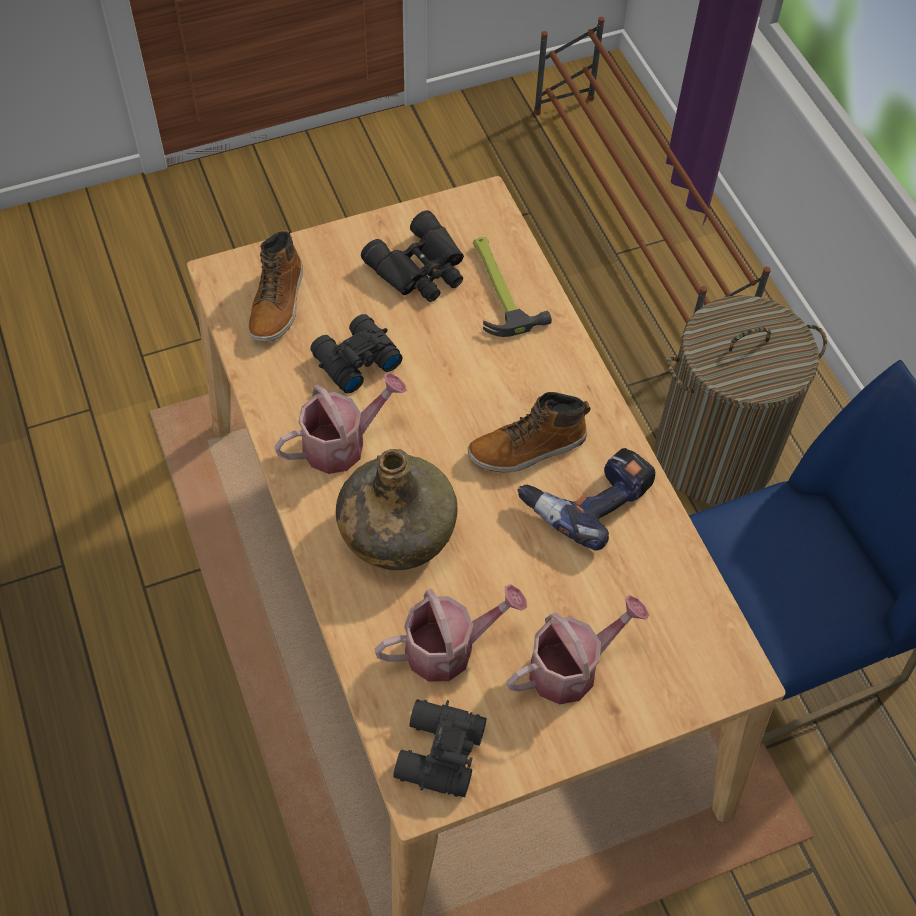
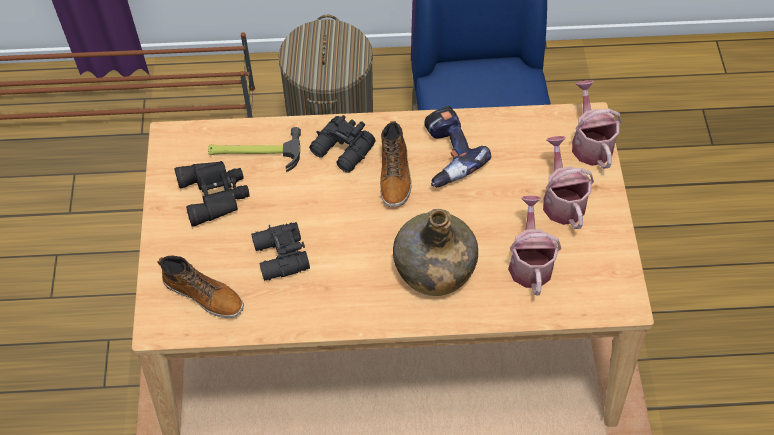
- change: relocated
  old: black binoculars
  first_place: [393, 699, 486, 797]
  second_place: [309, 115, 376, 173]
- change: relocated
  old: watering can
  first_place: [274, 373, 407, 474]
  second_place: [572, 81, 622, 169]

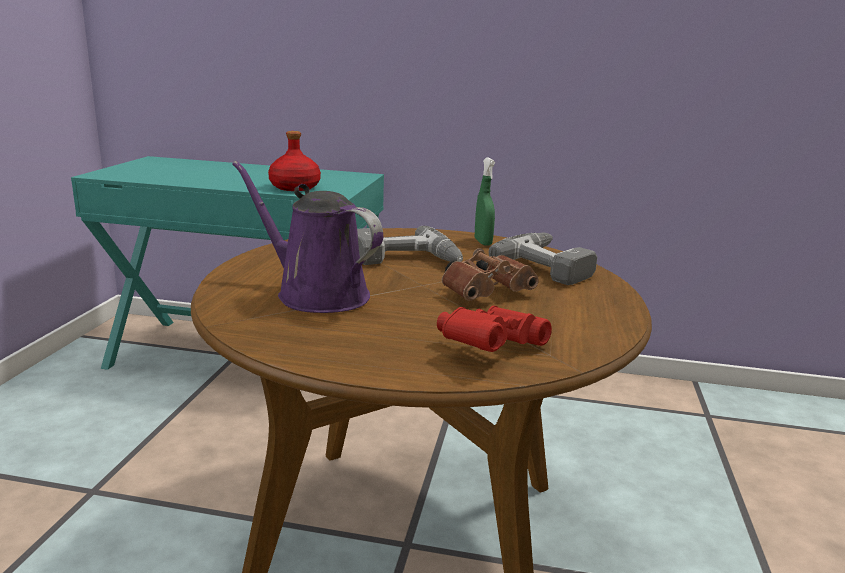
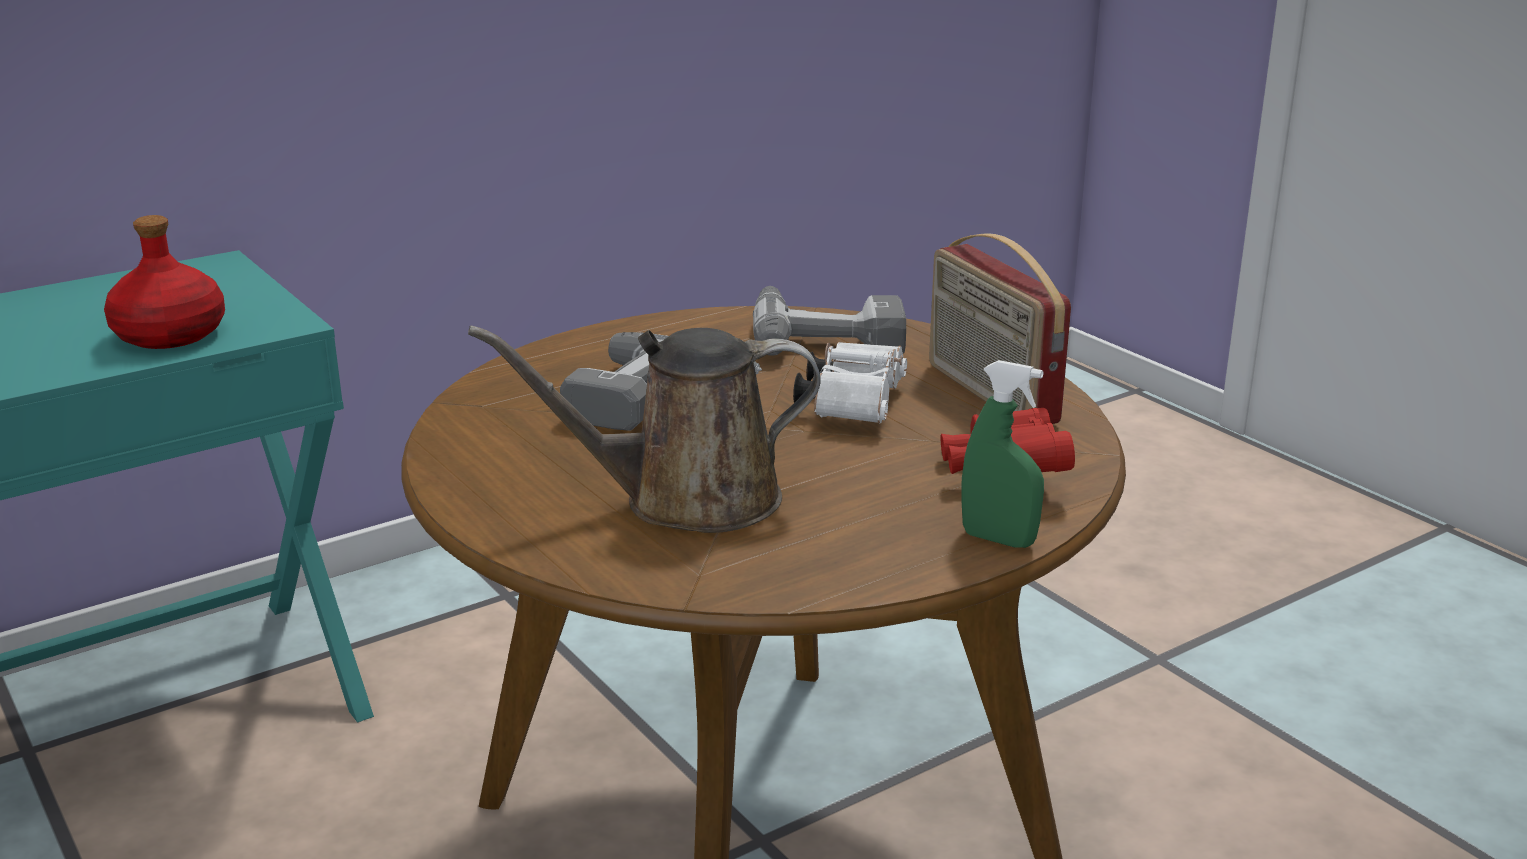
- change: colour
  old: purple watering can
  new: brown watering can
  first_place: [232, 161, 383, 313]
  second_place: [468, 325, 821, 533]
- change: colour
  old: brown binoculars
  new: white binoculars
  first_place: [442, 248, 539, 301]
  second_place: [793, 342, 907, 424]
- change: appeared
  new: radio
  second_place: [929, 233, 1071, 424]
- change: relocated
  old: green spray bottle
  first_place: [475, 157, 495, 246]
  second_place: [962, 360, 1044, 548]

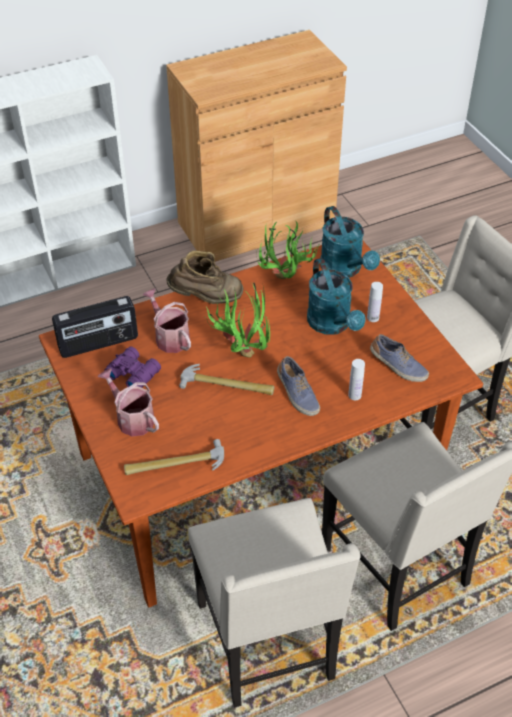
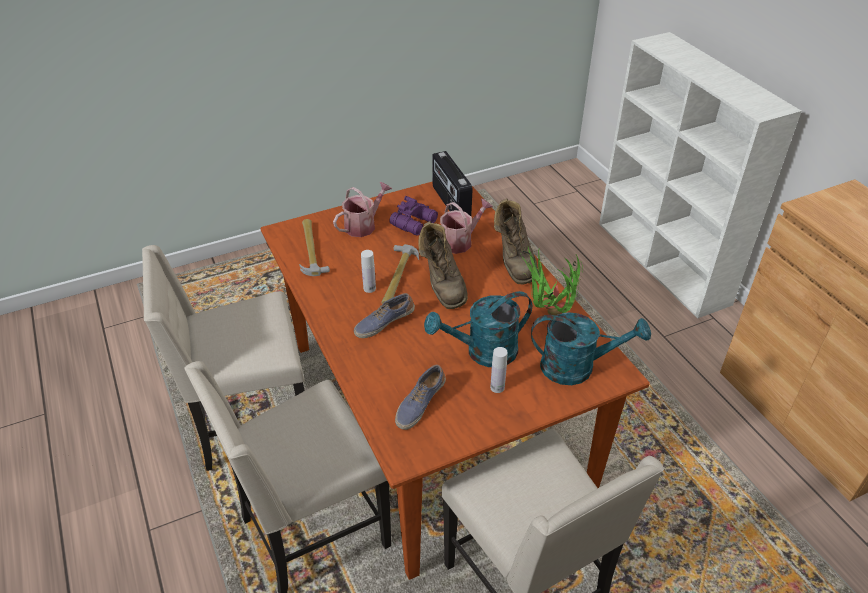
- change: relocated
  old: white bottle
  first_place: [348, 359, 365, 400]
  second_place: [361, 250, 376, 293]
- change: exchanged
  old: potted plant
  new: brown boot
  first_place: [204, 283, 270, 358]
  second_place: [418, 221, 468, 309]
- change: spun
  old: turquoise watering can
  first_place: [320, 206, 380, 278]
  second_place: [531, 312, 651, 385]
  degrees: -150

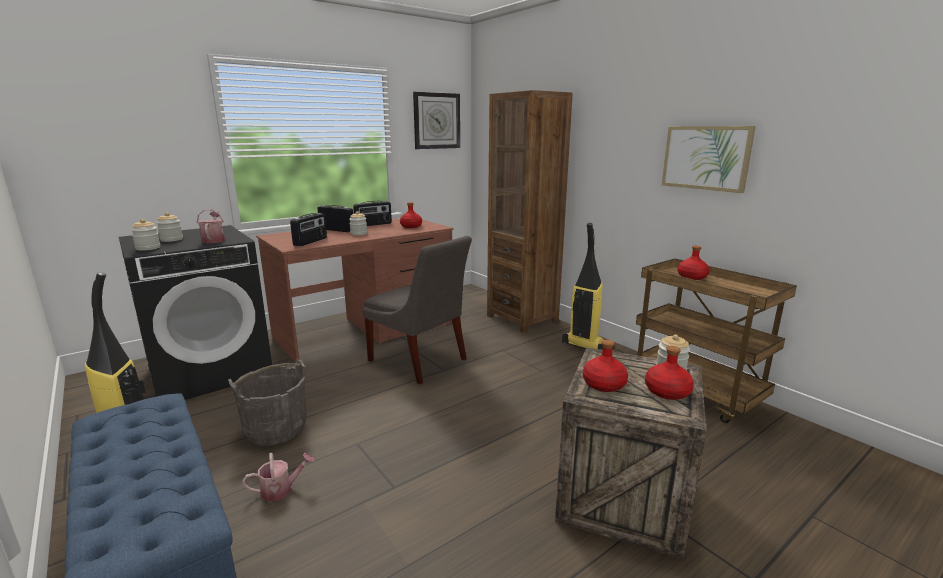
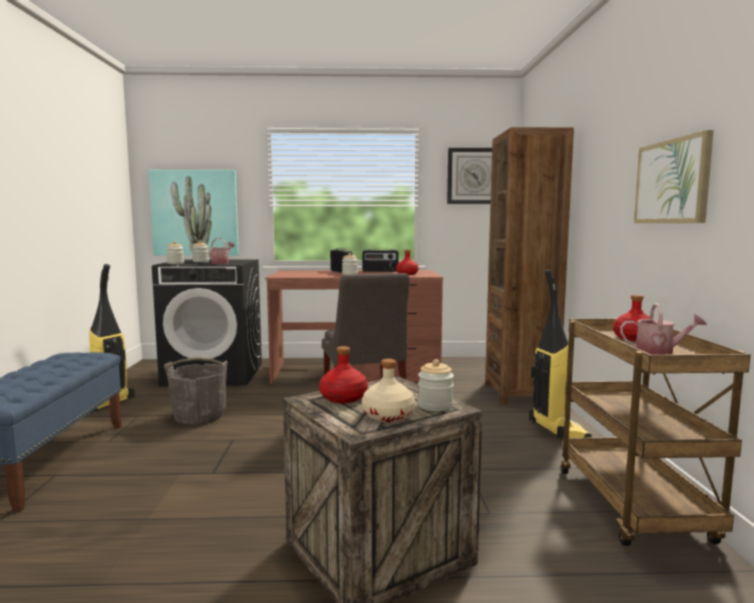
- change: appeared
  new: picture
  second_place: [148, 170, 239, 256]
- change: colour
  old: red bottle
  new: beige bottle
  first_place: [645, 346, 694, 400]
  second_place: [362, 359, 415, 422]
- change: relocated
  old: watering can
  first_place: [242, 453, 314, 501]
  second_place: [620, 303, 707, 355]
- change: missing
  old: radio
  first_place: [290, 213, 327, 246]

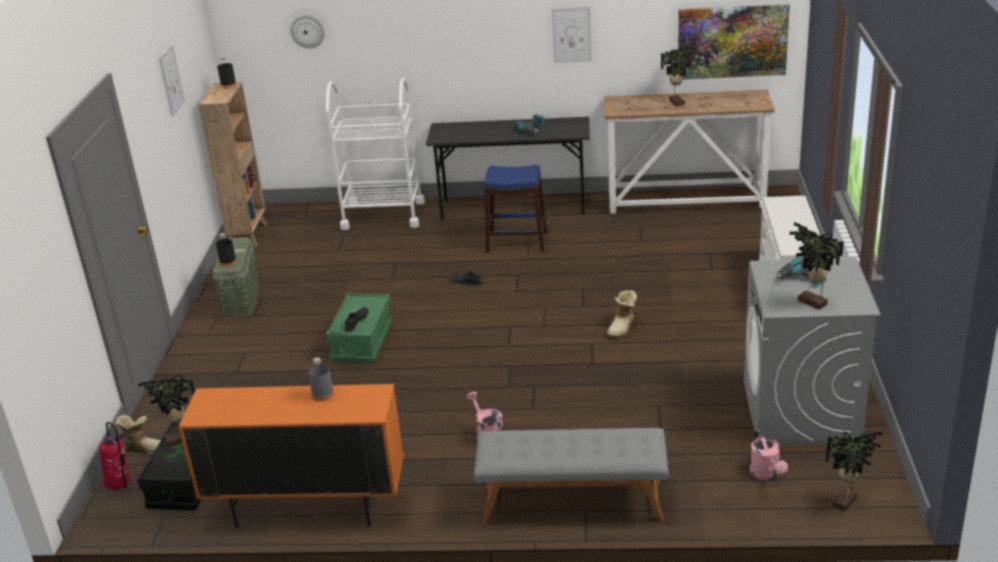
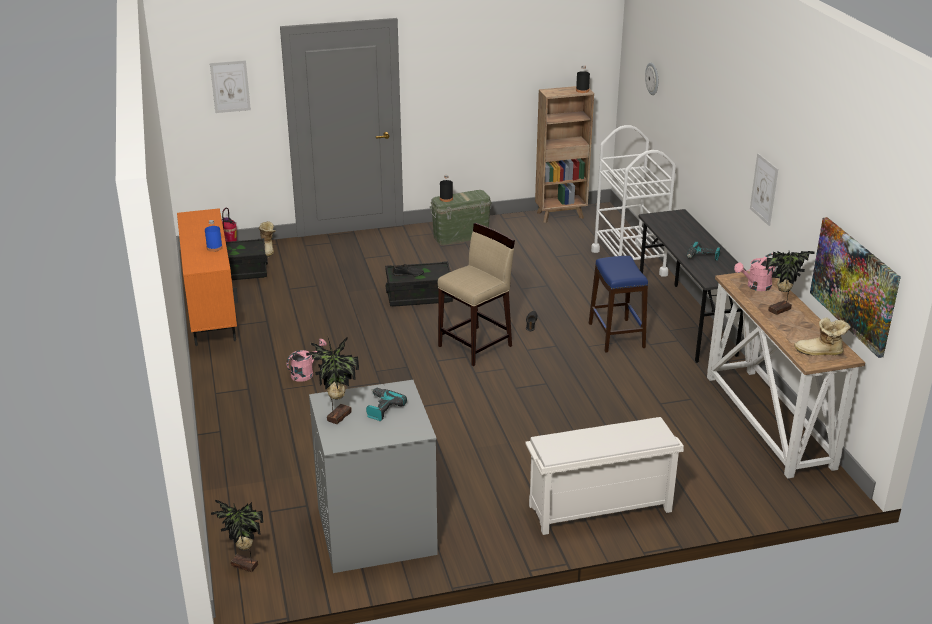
- change: colour
  old: grey bottle
  new: blue bottle
  first_place: [308, 357, 334, 401]
  second_place: [205, 220, 223, 252]
- change: relocated
  old: picture
  first_place: [159, 44, 185, 117]
  second_place: [210, 60, 251, 113]
- change: colour
  old: green storage box
  new: black storage box
  first_place: [326, 293, 392, 363]
  second_place: [385, 261, 453, 307]
- change: appeared
  new: beige stool
  second_place: [438, 223, 515, 366]
- change: relocated
  old: pink watering can
  first_place: [750, 430, 788, 480]
  second_place: [734, 253, 776, 291]
- change: relocated
  old: boot
  first_place: [607, 290, 637, 338]
  second_place: [794, 317, 851, 356]
- change: missing
  old: potted plant
  first_place: [138, 373, 195, 447]
- change: missing
  old: grey bench
  first_place: [474, 428, 669, 524]

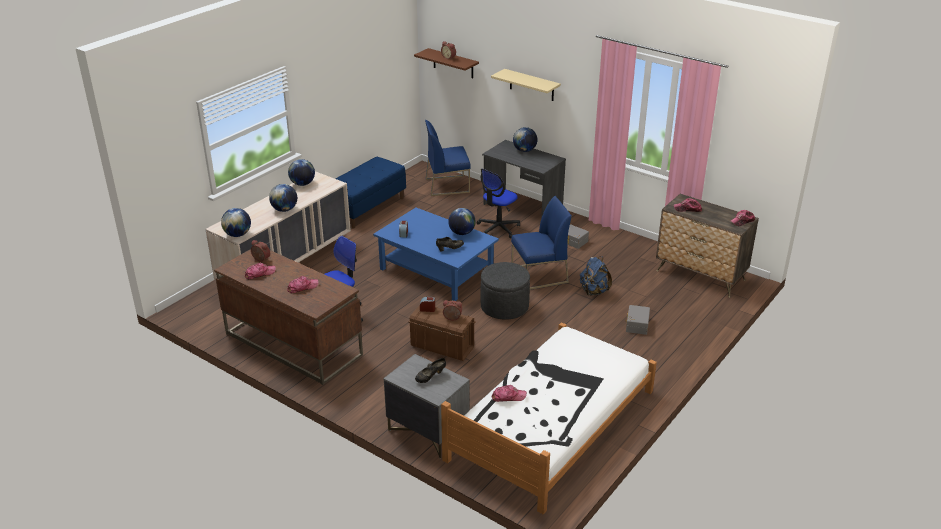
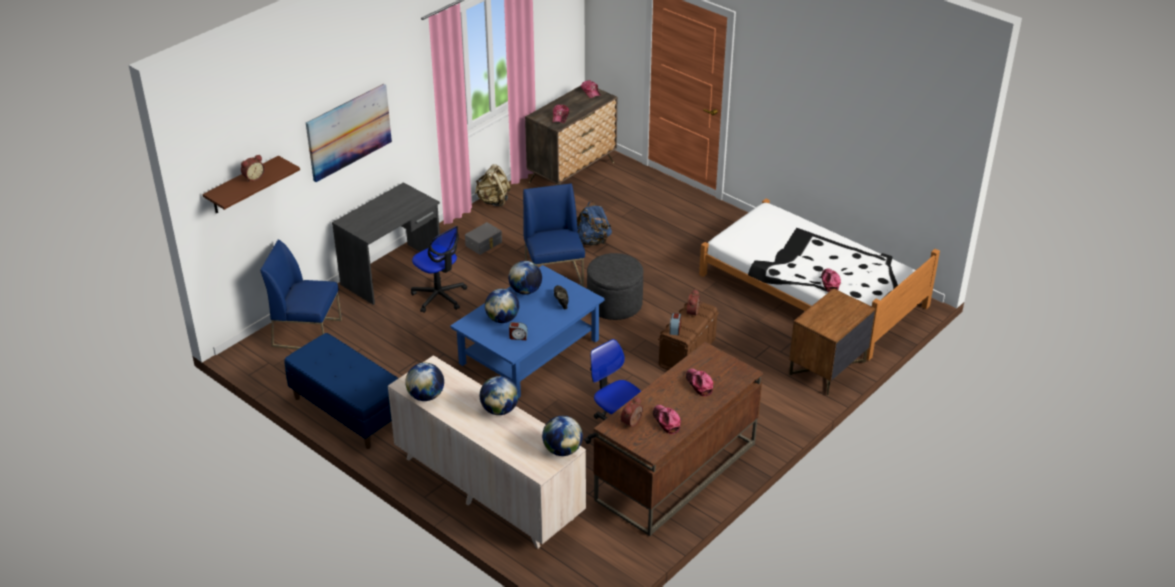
- change: spun
  old: blue chair
  first_place: [425, 120, 471, 196]
  second_place: [260, 240, 342, 350]
  degrees: 105
- change: exchanged
  old: beige shelf
  new: picture
  first_place: [491, 69, 561, 101]
  second_place: [306, 84, 392, 182]
- change: appeared
  new: beige backpack
  second_place: [475, 164, 511, 207]
- change: relocated
  old: globe
  first_place: [513, 127, 537, 152]
  second_place: [485, 289, 519, 323]
- change: colour
  old: grey nightstand
  new: brown nightstand
  first_place: [383, 354, 470, 458]
  second_place: [789, 288, 876, 395]
- change: missing
  old: black shoe
  first_place: [415, 358, 446, 383]
- change: missing
  old: grey storage box
  first_place: [625, 305, 650, 335]

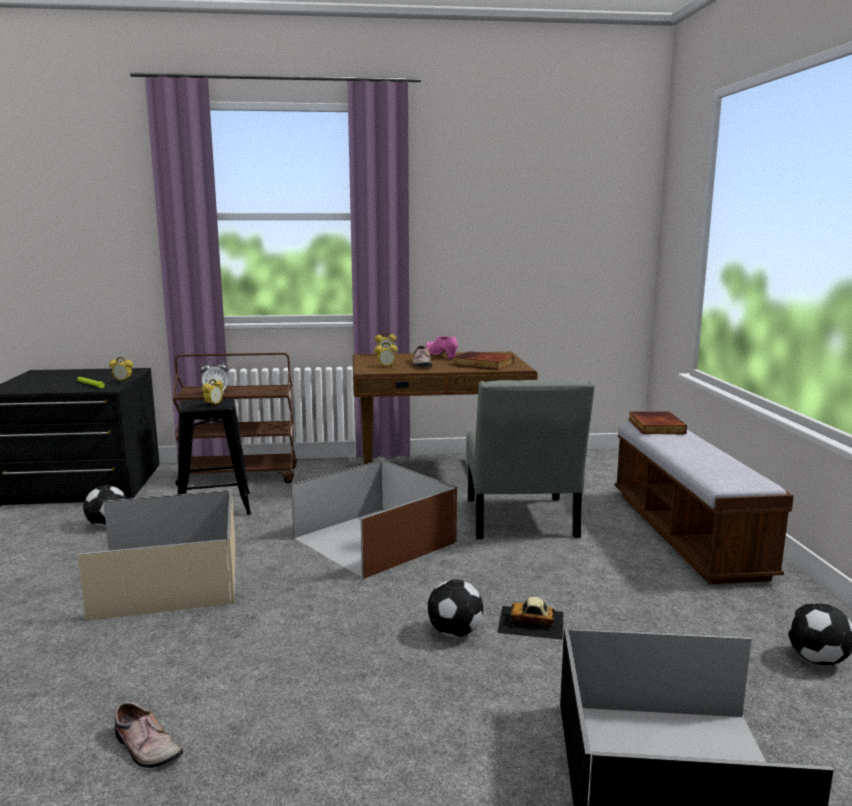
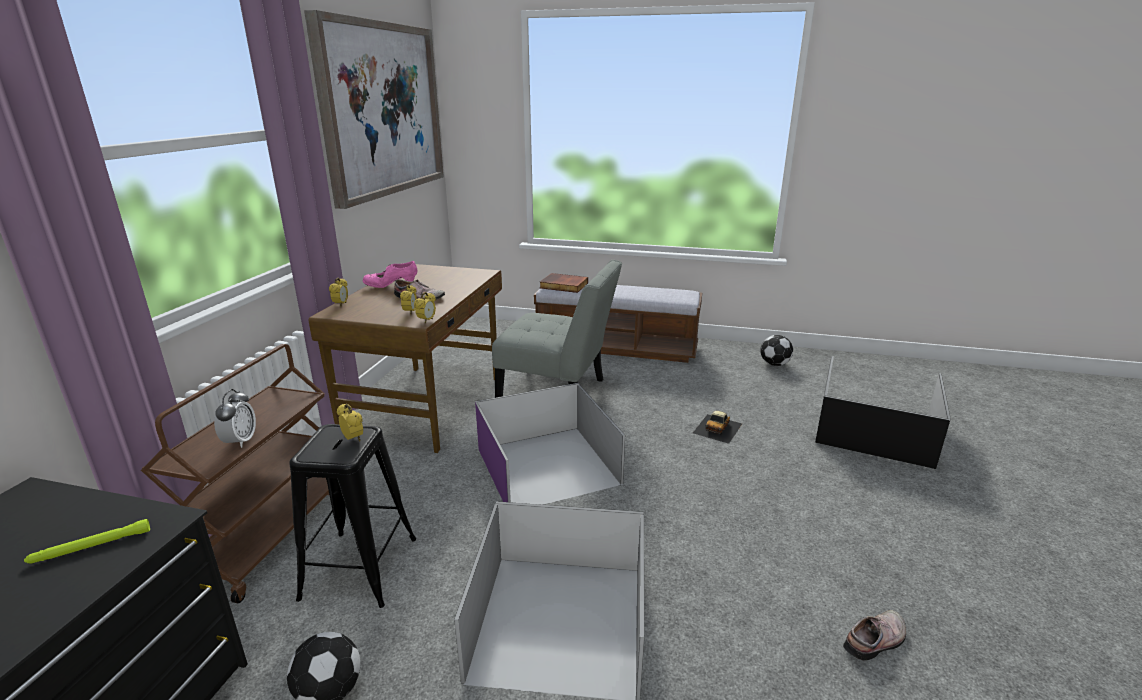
- change: appeared
  new: picture
  second_place: [304, 10, 444, 209]
- change: relocated
  old: alarm clock
  first_place: [109, 357, 133, 382]
  second_place: [414, 292, 436, 323]
- change: colour
  old: brown storage box
  new: purple storage box
  first_place: [291, 460, 457, 579]
  second_place: [475, 383, 625, 505]
- change: missing
  old: football
  first_place: [427, 579, 483, 637]
- change: missing
  old: book
  first_place: [452, 351, 514, 370]

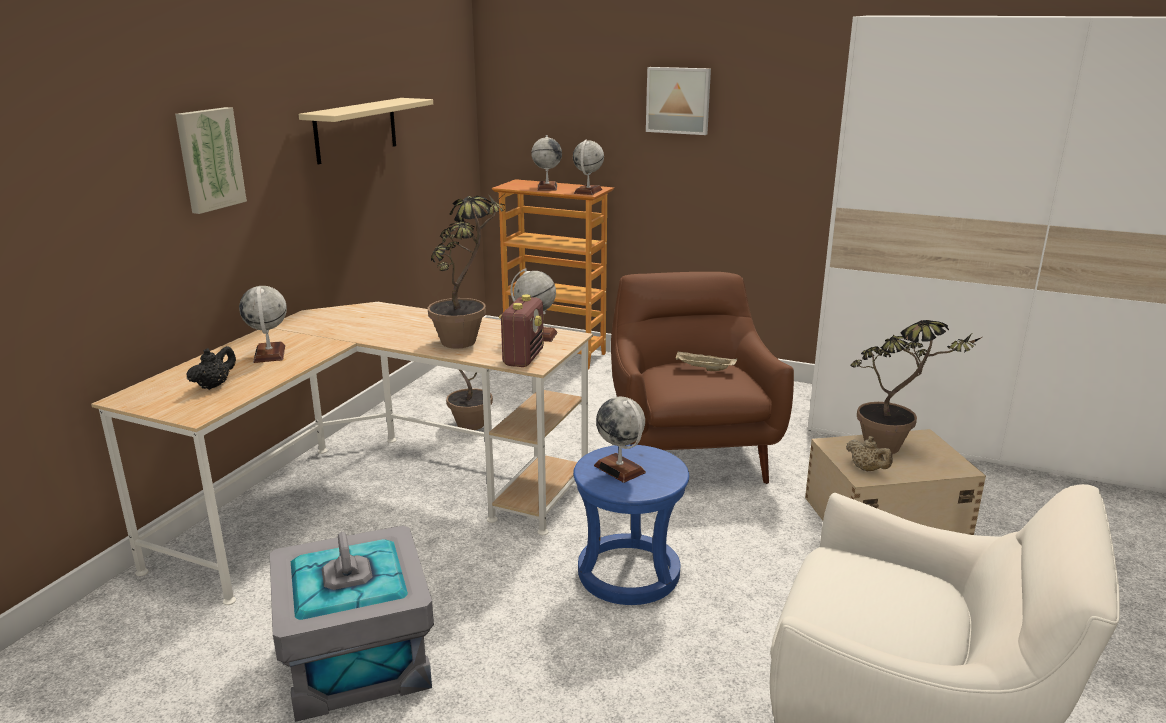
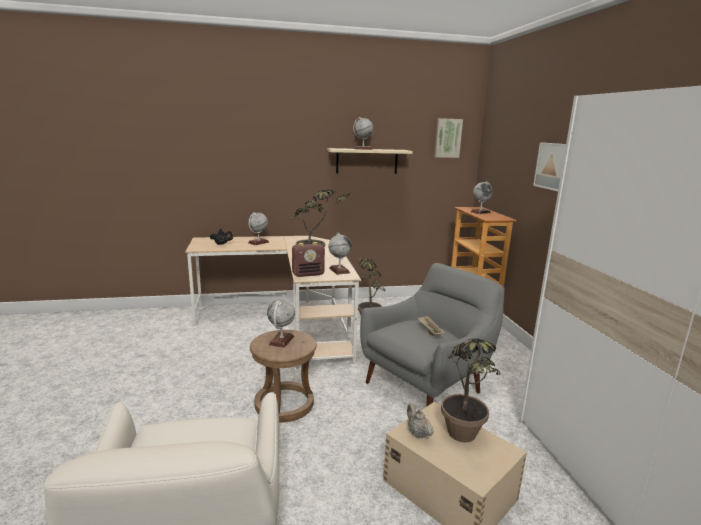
- change: colour
  old: blue stool
  new: brown stool
  first_place: [573, 445, 689, 605]
  second_place: [250, 330, 317, 423]
- change: relocated
  old: globe
  first_place: [573, 140, 604, 195]
  second_place: [353, 117, 373, 150]
- change: colour
  old: brown armchair
  new: grey armchair
  first_place: [611, 272, 794, 484]
  second_place: [360, 263, 504, 406]
- change: spun
  old: beige teapot
  first_place: [846, 436, 892, 471]
  second_place: [407, 403, 434, 438]
  degrees: 135
- change: relocated
  old: picture
  first_place: [175, 107, 247, 214]
  second_place: [434, 118, 463, 158]
- change: missing
  old: grey storage box
  first_place: [270, 525, 434, 722]

